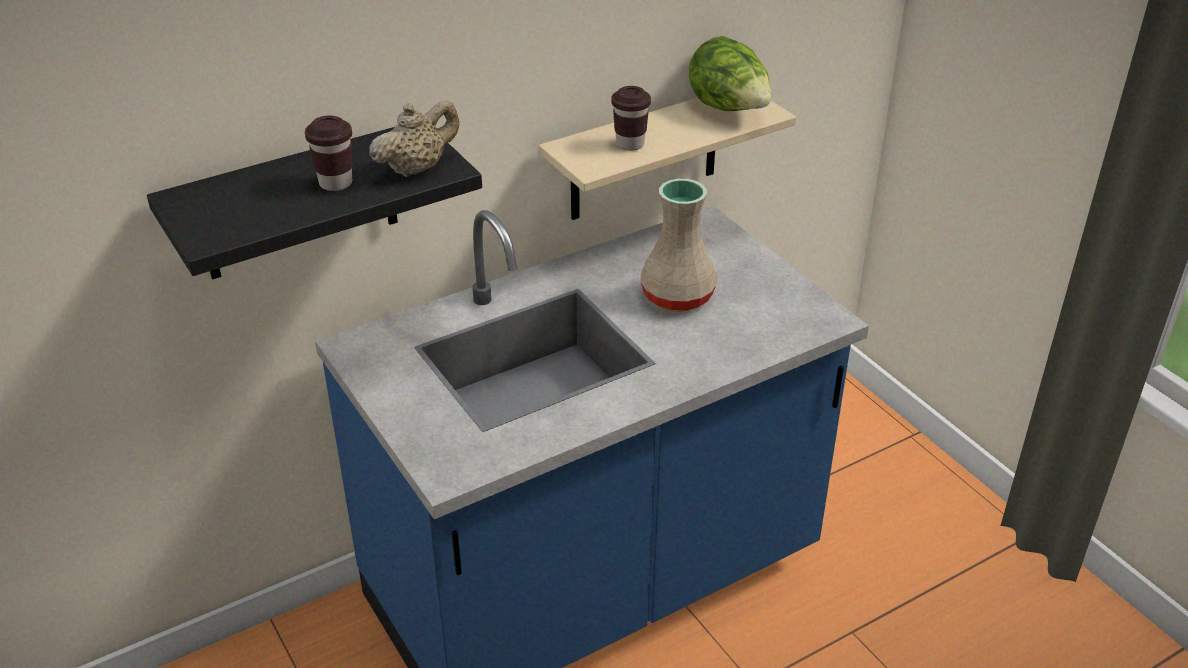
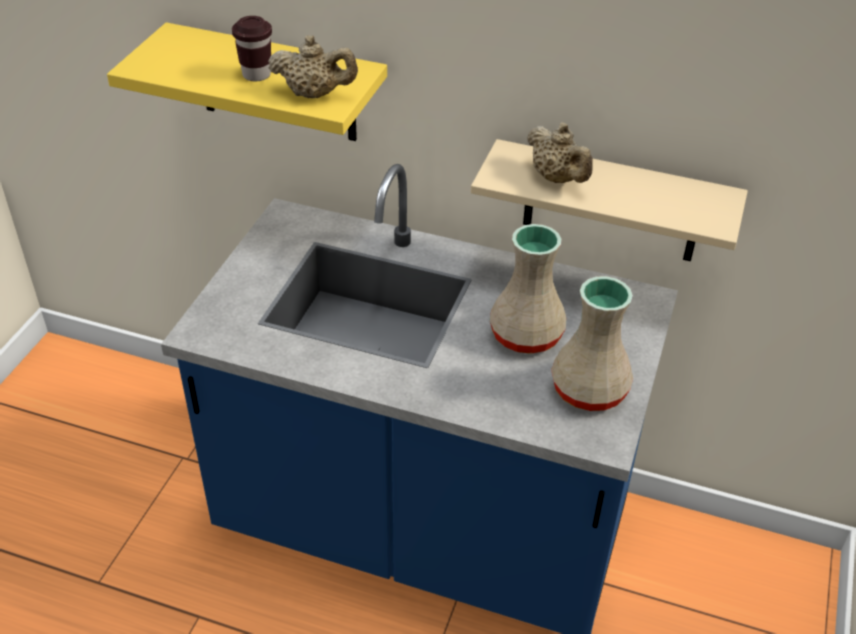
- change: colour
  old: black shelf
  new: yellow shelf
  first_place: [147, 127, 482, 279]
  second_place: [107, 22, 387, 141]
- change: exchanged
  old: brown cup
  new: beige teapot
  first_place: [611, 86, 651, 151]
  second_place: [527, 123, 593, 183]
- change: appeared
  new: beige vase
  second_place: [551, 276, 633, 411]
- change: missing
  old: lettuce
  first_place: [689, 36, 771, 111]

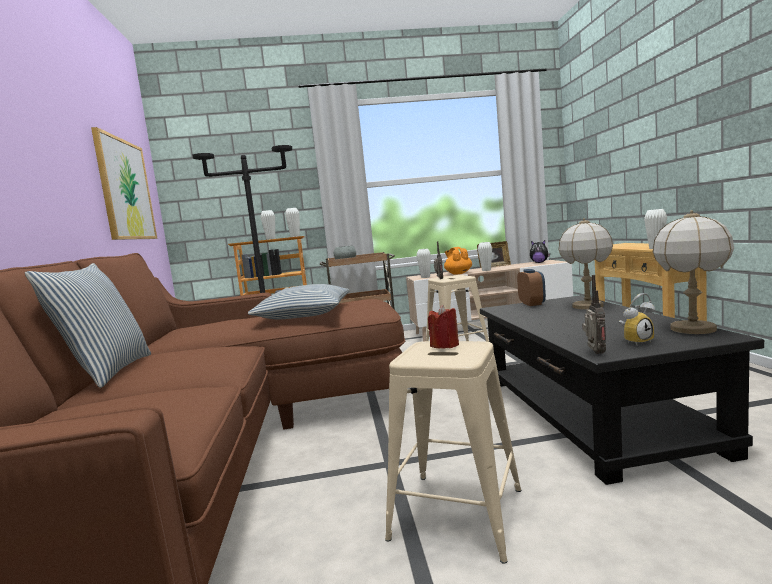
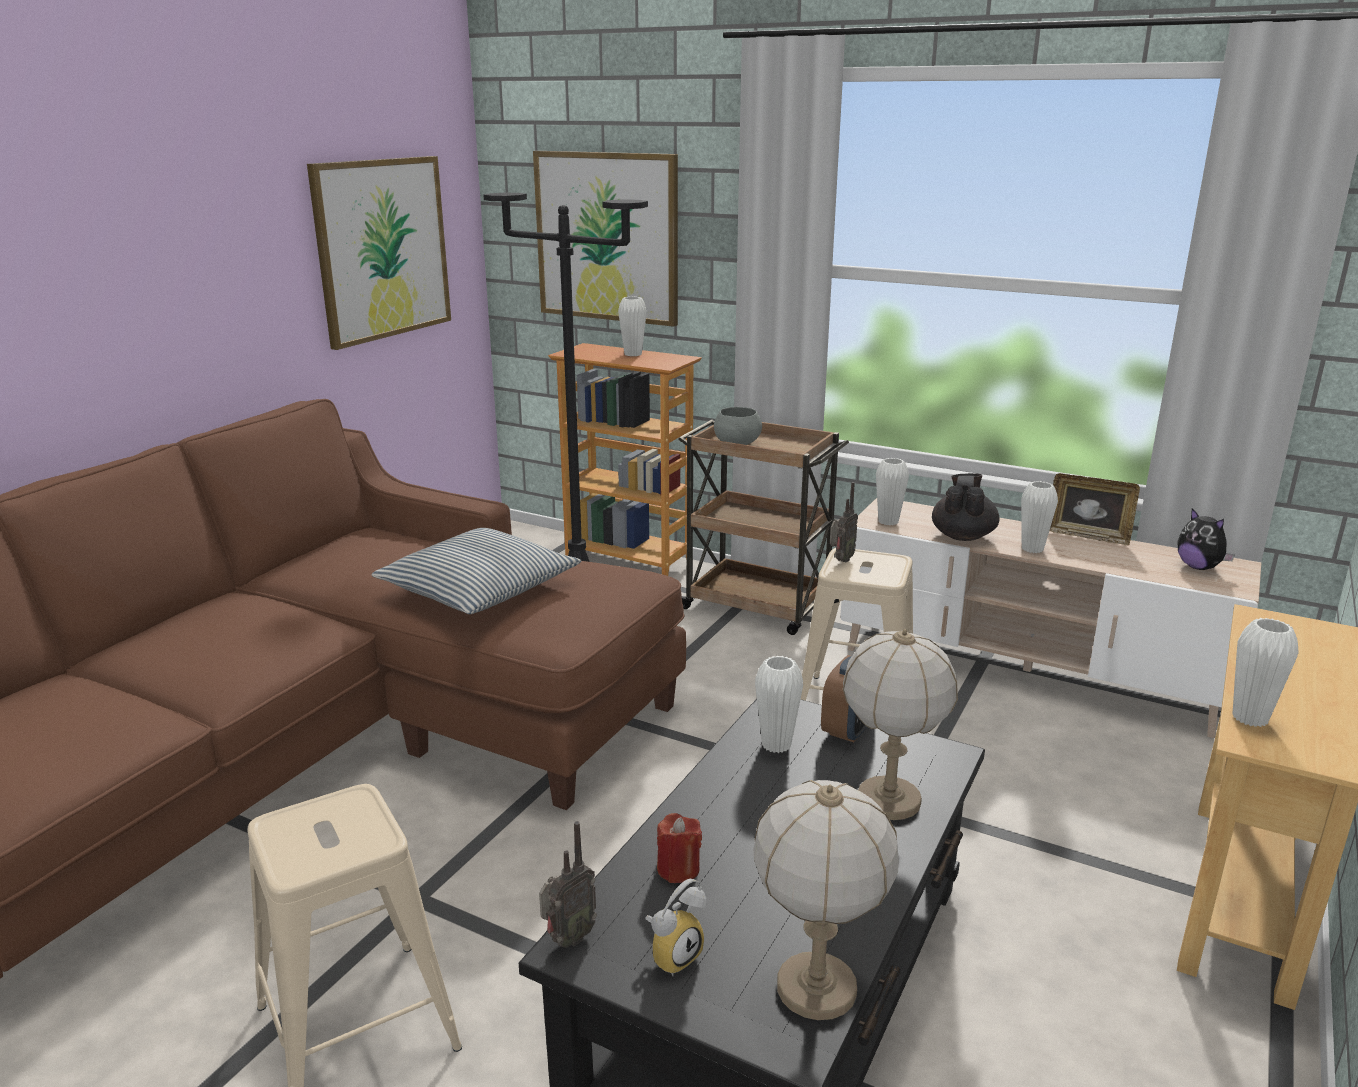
- change: appeared
  new: picture
  second_place: [533, 151, 678, 327]
- change: spun
  old: alarm clock
  first_place: [619, 293, 655, 346]
  second_place: [645, 879, 707, 976]
  degrees: -60
- change: relocated
  old: red candle
  first_place: [428, 305, 459, 349]
  second_place: [657, 813, 702, 883]
- change: relocated
  old: white vase
  first_place: [285, 208, 300, 237]
  second_place: [755, 656, 803, 753]
- change: colour
  old: orange teapot
  new: black teapot
  first_place: [444, 247, 472, 275]
  second_place: [932, 473, 999, 541]
- change: missing
  old: pillow
  first_place: [25, 263, 151, 388]

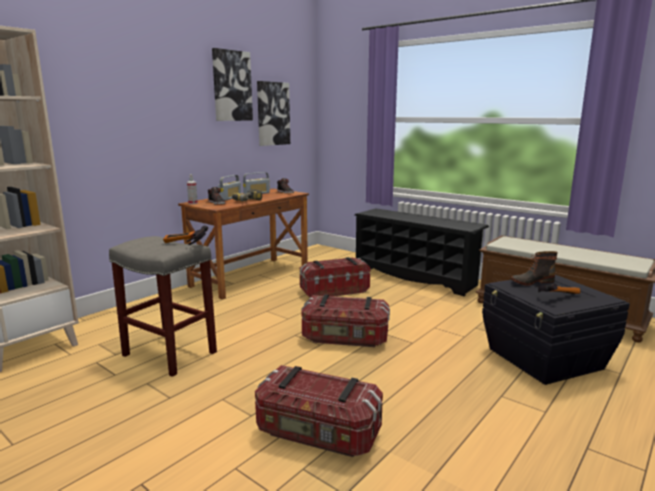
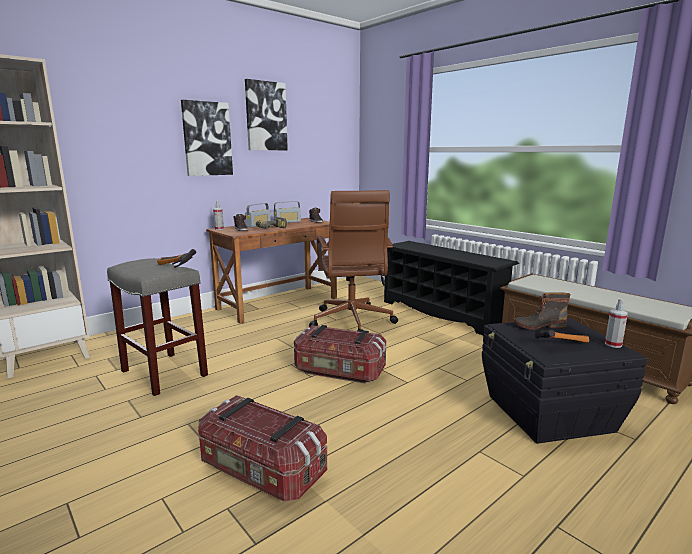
- change: relocated
  old: picture
  first_place: [257, 81, 290, 146]
  second_place: [181, 100, 233, 176]
- change: exchanged
  old: storage box
  new: brown office chair
  first_place: [300, 257, 370, 297]
  second_place: [309, 190, 398, 332]
- change: appeared
  new: spray bottle
  second_place: [605, 298, 628, 348]

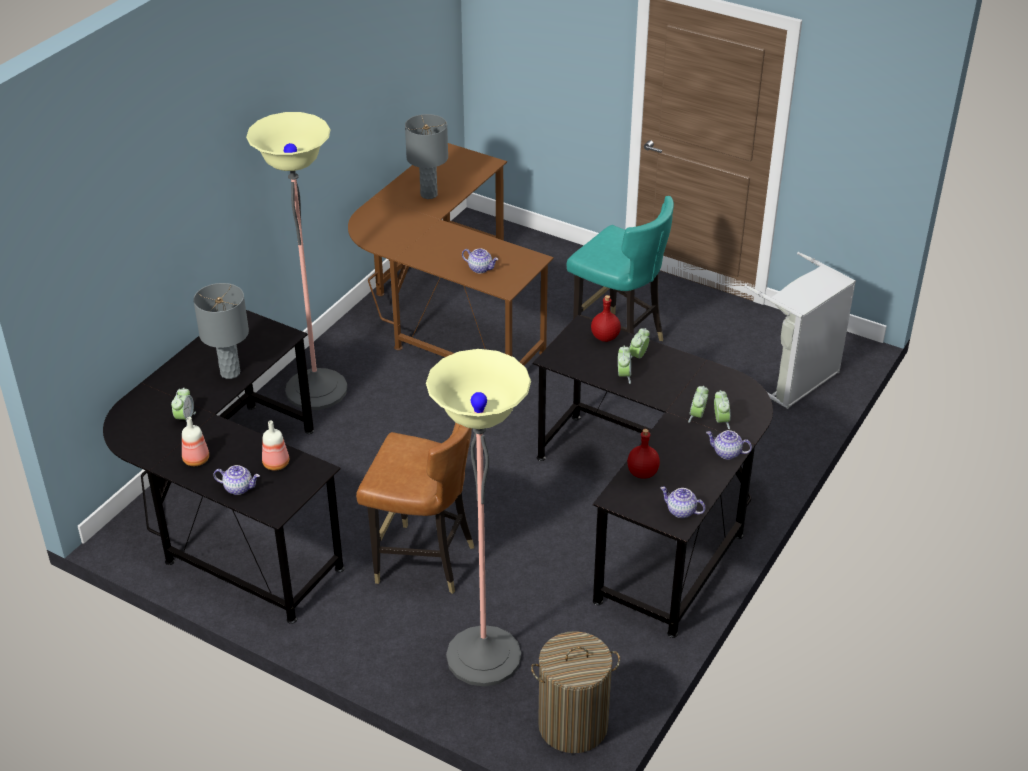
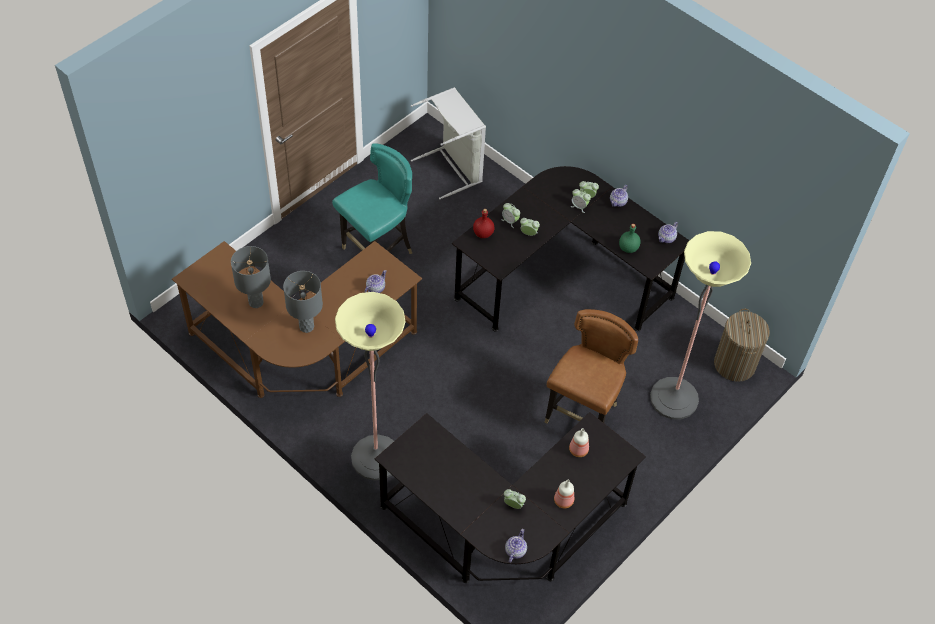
- change: relocated
  old: grey table lamp
  first_place: [193, 283, 249, 379]
  second_place: [283, 271, 323, 333]
- change: relocated
  old: teapot
  first_place: [213, 465, 260, 495]
  second_place: [505, 529, 527, 563]
- change: colour
  old: red bottle
  new: green bottle
  first_place: [627, 429, 660, 479]
  second_place: [619, 224, 640, 253]

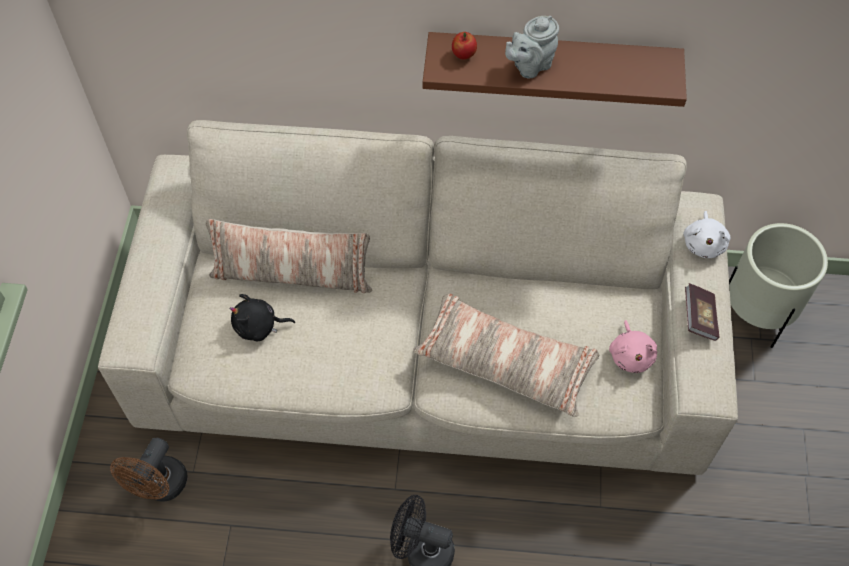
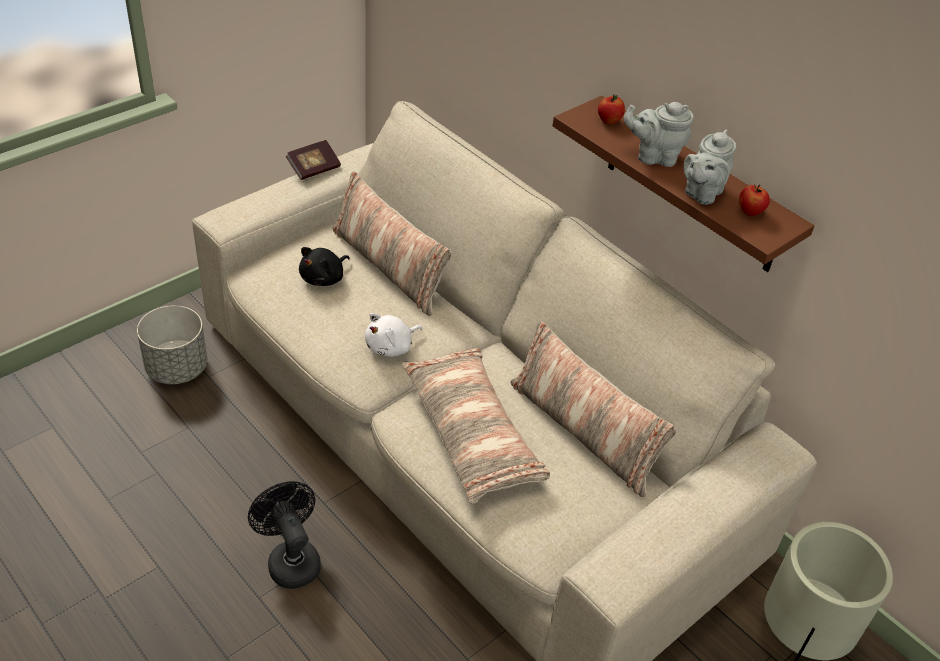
- change: exchanged
  old: brown fan
  new: grey planter
  first_place: [110, 438, 188, 501]
  second_place: [137, 305, 207, 384]
- change: relocated
  old: book
  first_place: [685, 283, 719, 341]
  second_place: [286, 140, 341, 180]
- change: spun
  old: black plush toy
  first_place: [230, 294, 295, 341]
  second_place: [299, 247, 350, 286]
  degrees: -90
- change: relocated
  old: white plush toy
  first_place: [683, 211, 730, 258]
  second_place: [365, 313, 422, 357]
- change: appeared
  new: pillow
  second_place: [511, 322, 676, 497]
- change: appeared
  new: grey teapot
  second_place: [683, 130, 736, 204]
- change: appeared
  new: apple
  second_place: [739, 184, 770, 216]
- change: missing
  old: pink plush toy
  first_place: [609, 320, 658, 373]

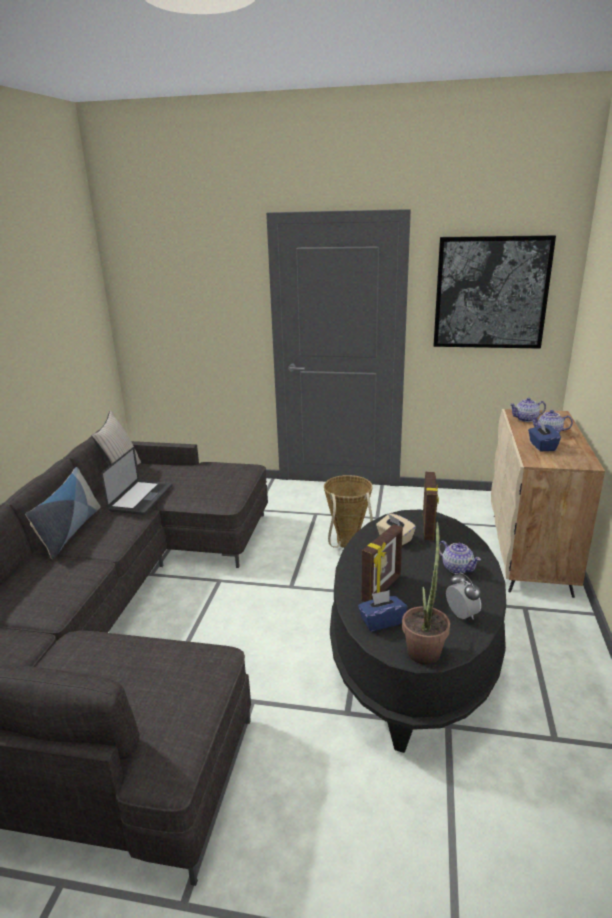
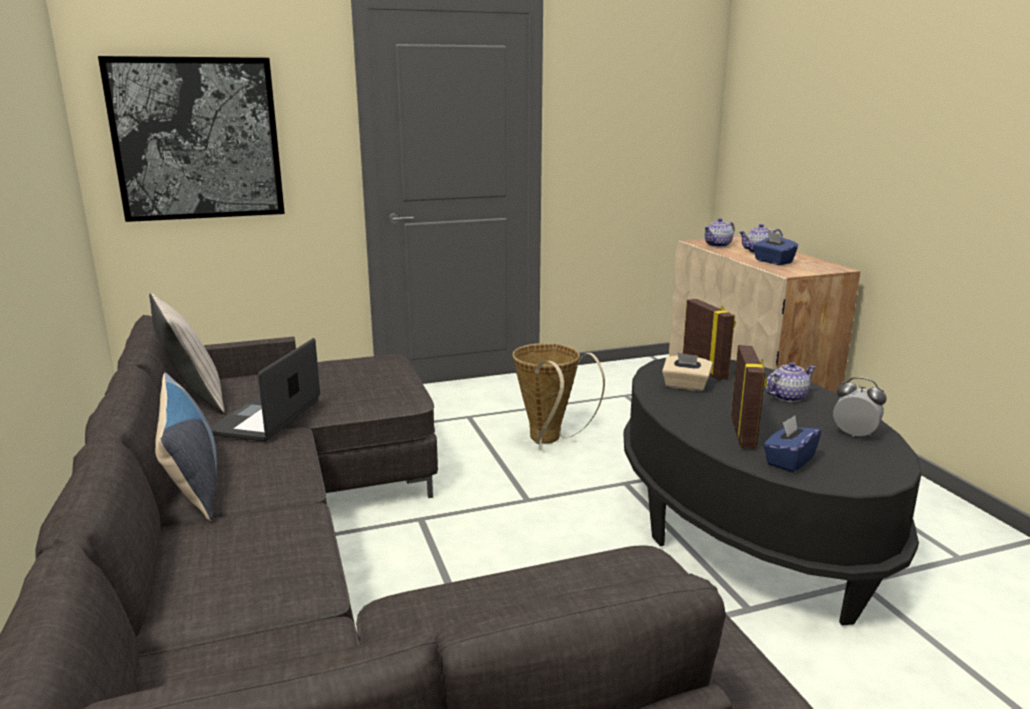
- change: relocated
  old: picture
  first_place: [433, 235, 556, 349]
  second_place: [98, 56, 285, 222]
- change: spun
  old: laptop
  first_place: [101, 447, 172, 515]
  second_place: [210, 338, 320, 442]
  degrees: -150
- change: spun
  old: teapot
  first_place: [439, 541, 481, 574]
  second_place: [765, 362, 816, 402]
  degrees: -45
- change: missing
  old: potted plant
  first_place: [402, 522, 450, 665]

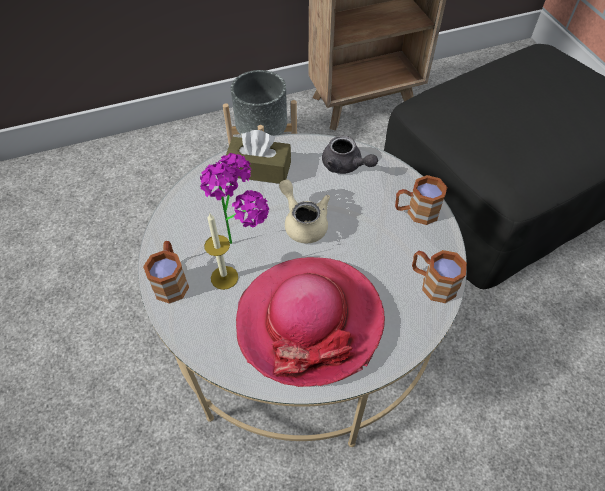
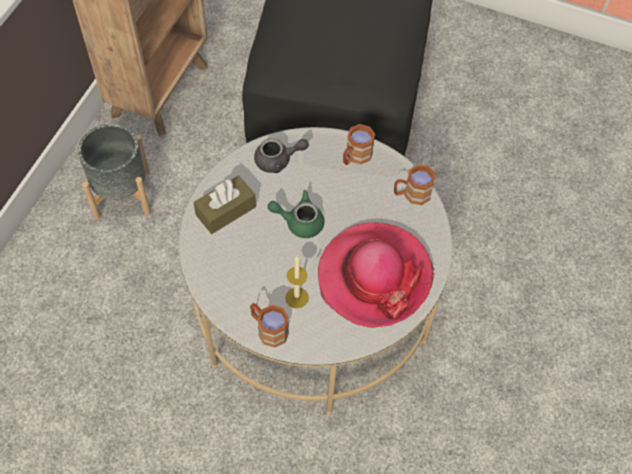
- change: colour
  old: beige teapot
  new: green teapot
  first_place: [279, 180, 330, 243]
  second_place: [268, 190, 324, 238]
- change: missing
  old: potted plant
  first_place: [200, 153, 269, 244]

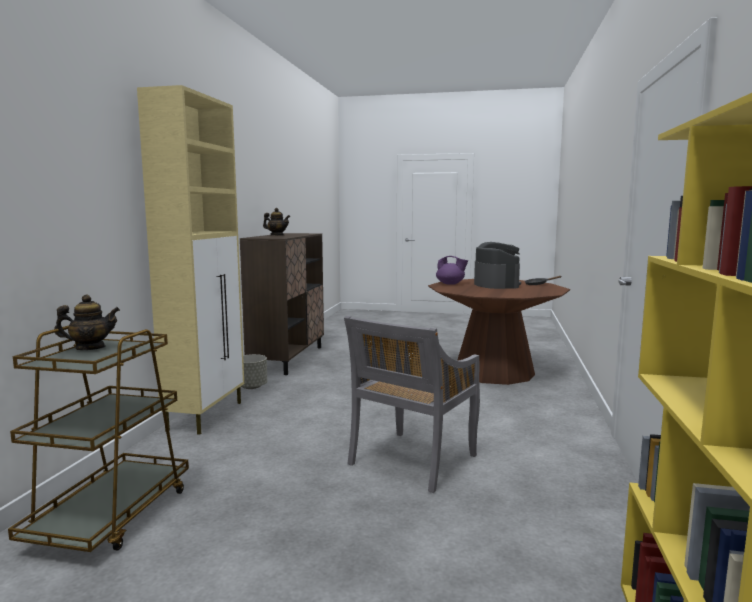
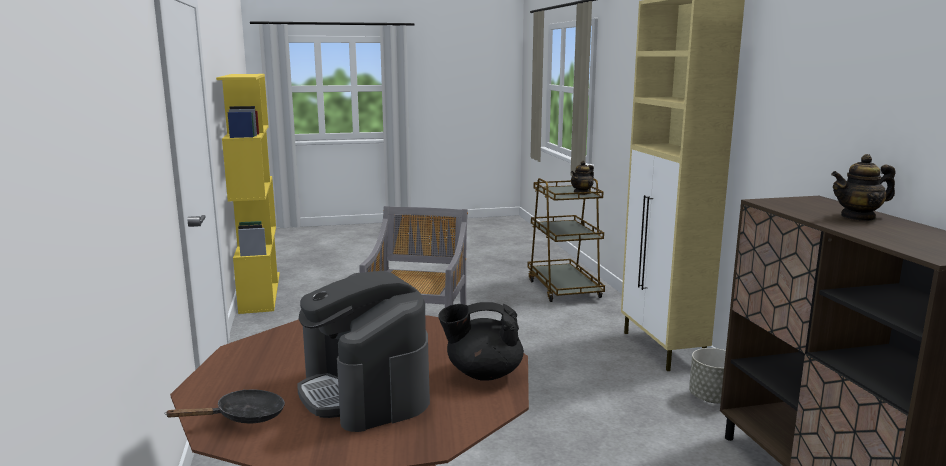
- change: colour
  old: purple teapot
  new: black teapot
  first_place: [436, 256, 468, 285]
  second_place: [438, 302, 524, 381]

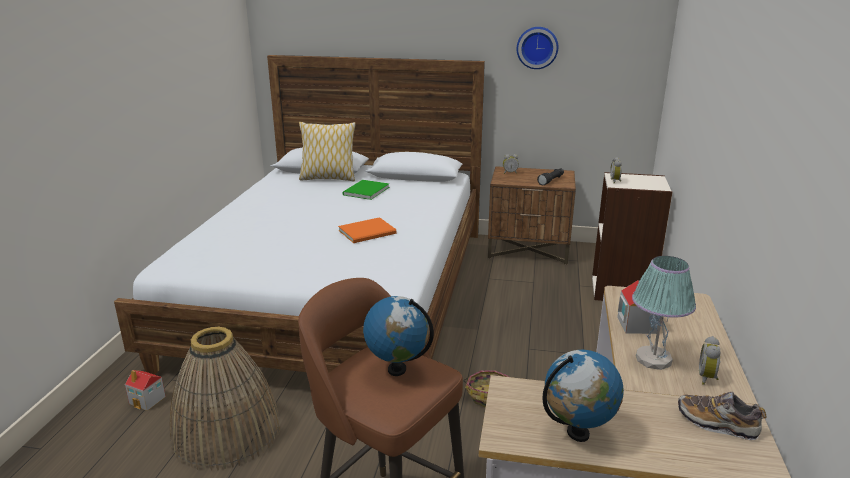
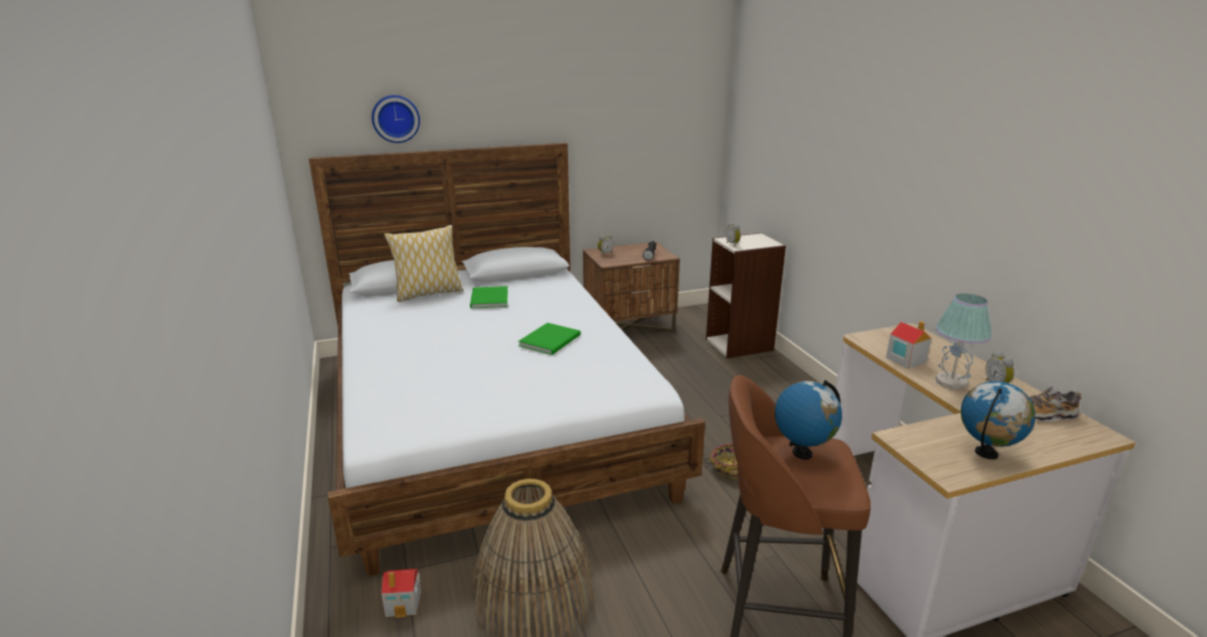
- change: relocated
  old: wall clock
  first_place: [517, 27, 558, 69]
  second_place: [372, 95, 420, 143]
- change: colour
  old: orange book
  new: green book
  first_place: [338, 217, 397, 243]
  second_place: [518, 323, 581, 355]

